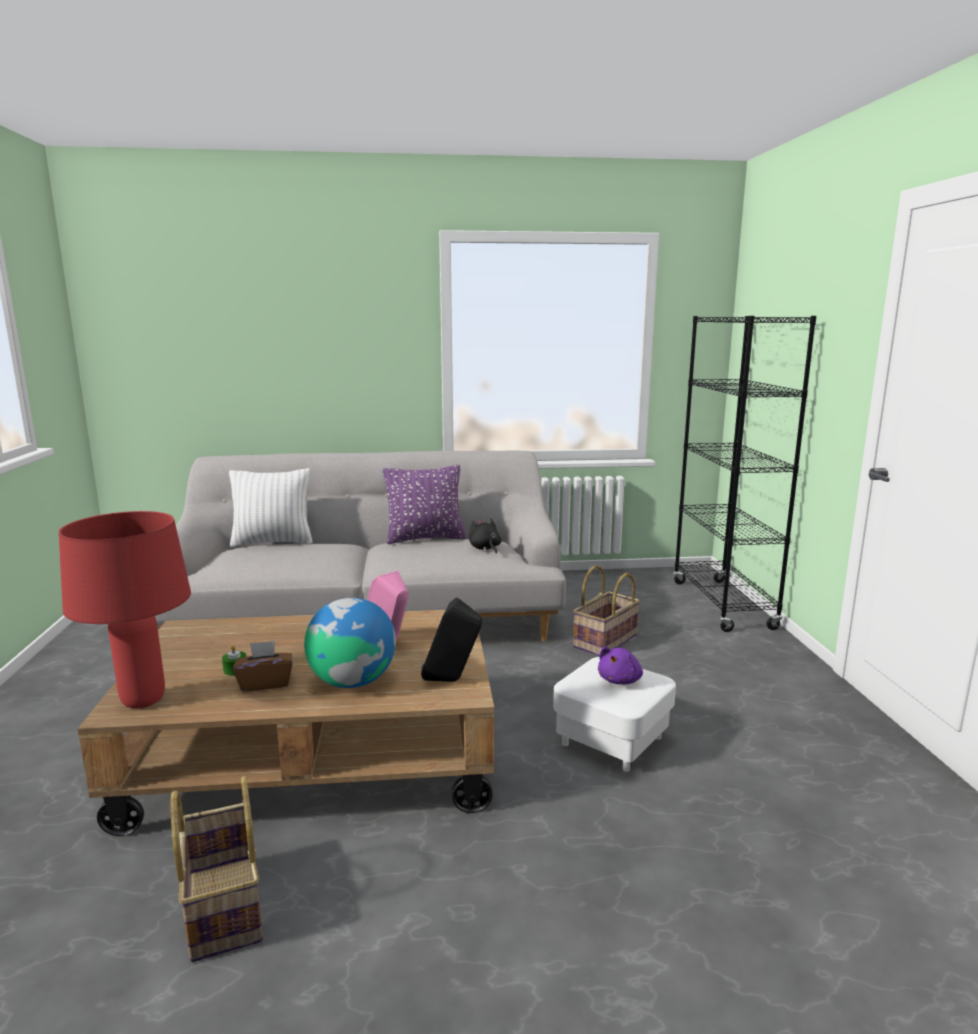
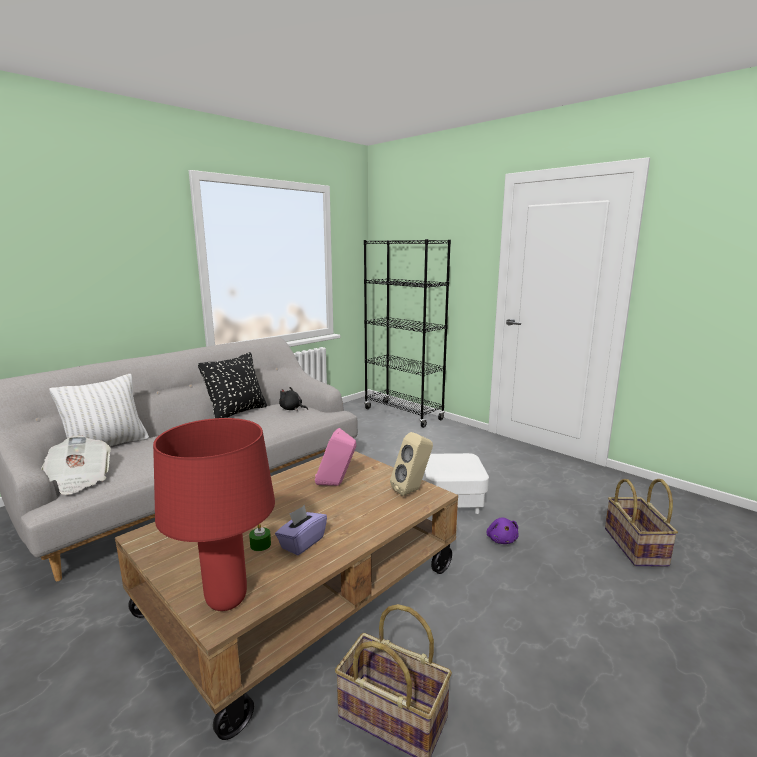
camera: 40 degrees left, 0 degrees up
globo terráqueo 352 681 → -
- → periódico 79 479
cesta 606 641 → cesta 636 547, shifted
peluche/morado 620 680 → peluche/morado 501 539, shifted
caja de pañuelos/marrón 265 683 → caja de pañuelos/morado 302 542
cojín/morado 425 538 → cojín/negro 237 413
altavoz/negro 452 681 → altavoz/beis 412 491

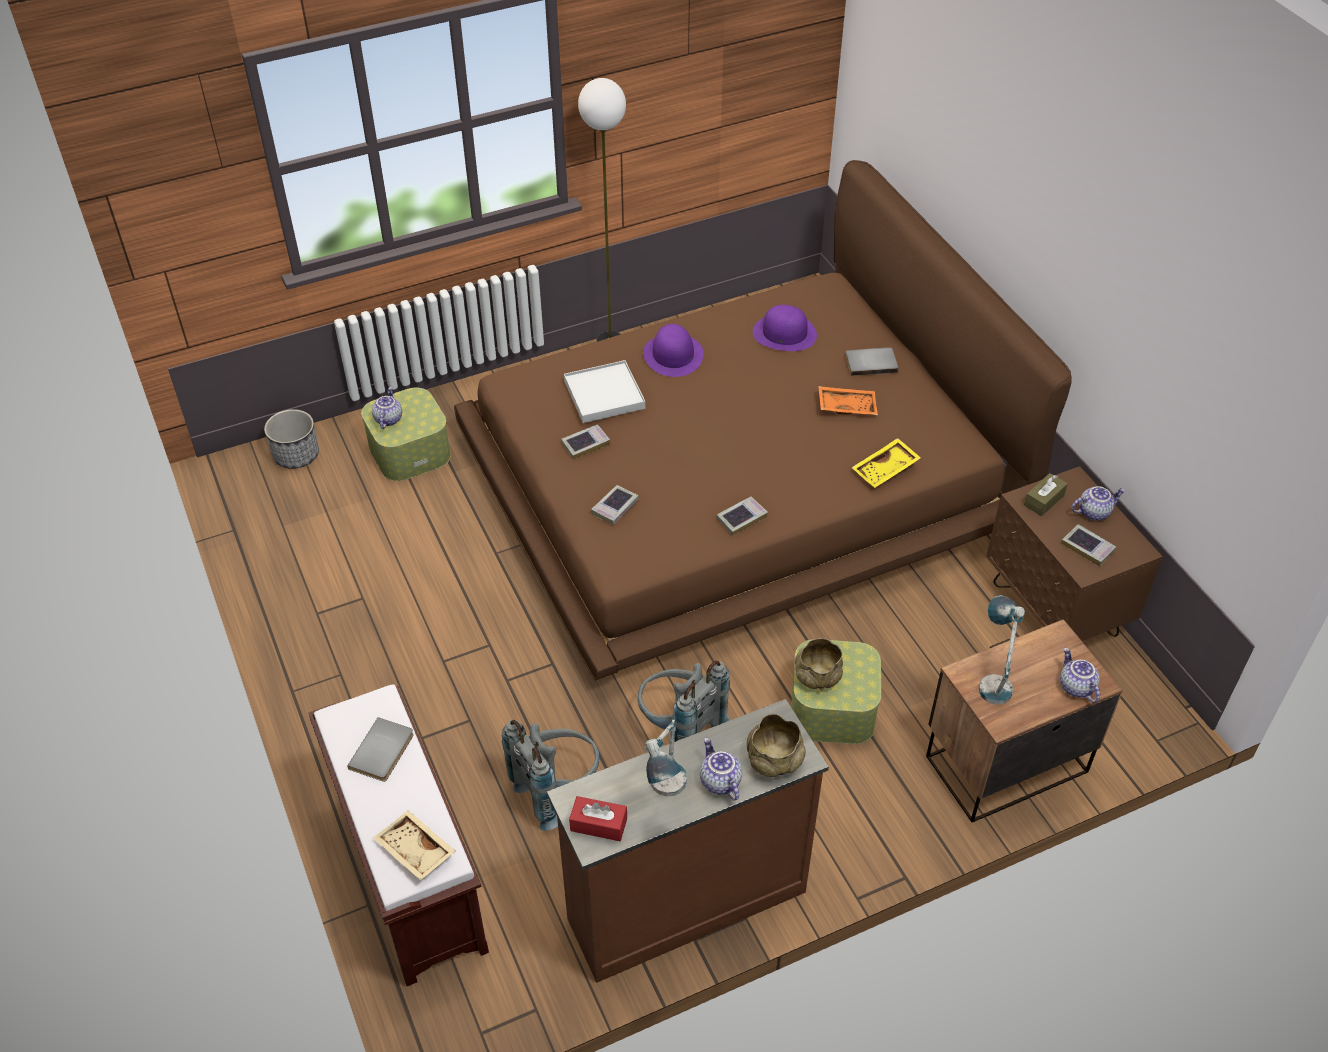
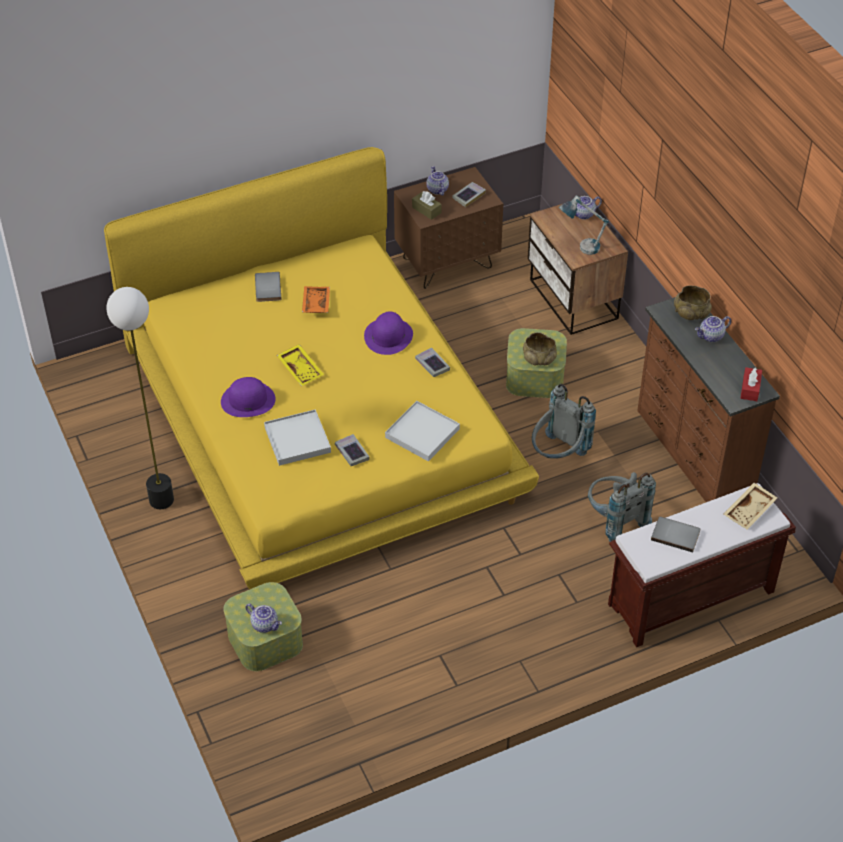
camera: 90 degrees left, 0 degrees up
maceta 296 455 → -
lámpara de mesa 666 794 → -
sombrero/morado 785 333 → sombrero/morado 388 336, shifted
bandeja/amarillo 886 470 → bandeja/amarillo 301 369, shifted
libro 615 507 → bandeja/blanco 422 433
cama/marrón 739 485 → cama/amarillo 320 418
tetera 388 419 → tetera 265 624, 150 degrees counterclockwise

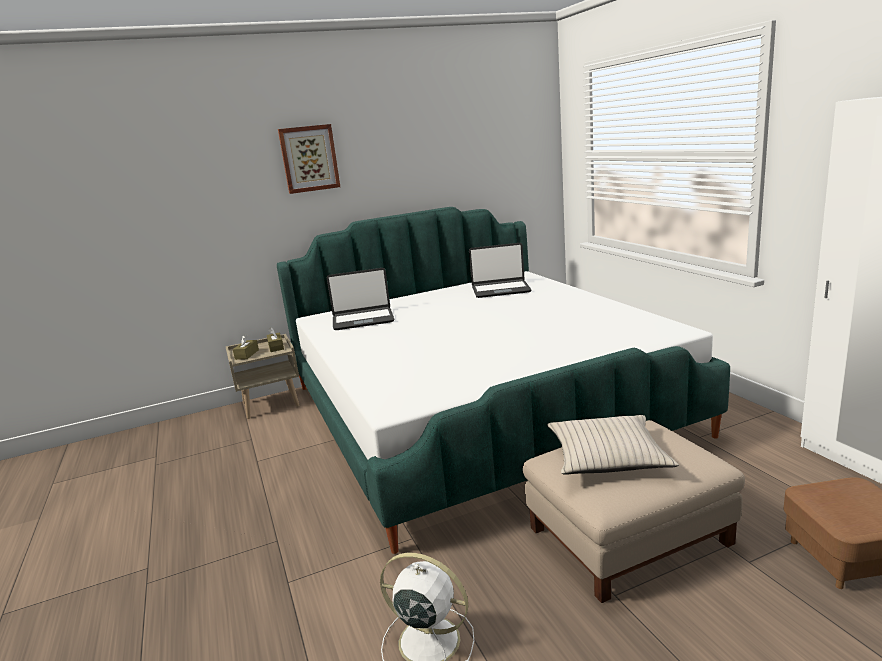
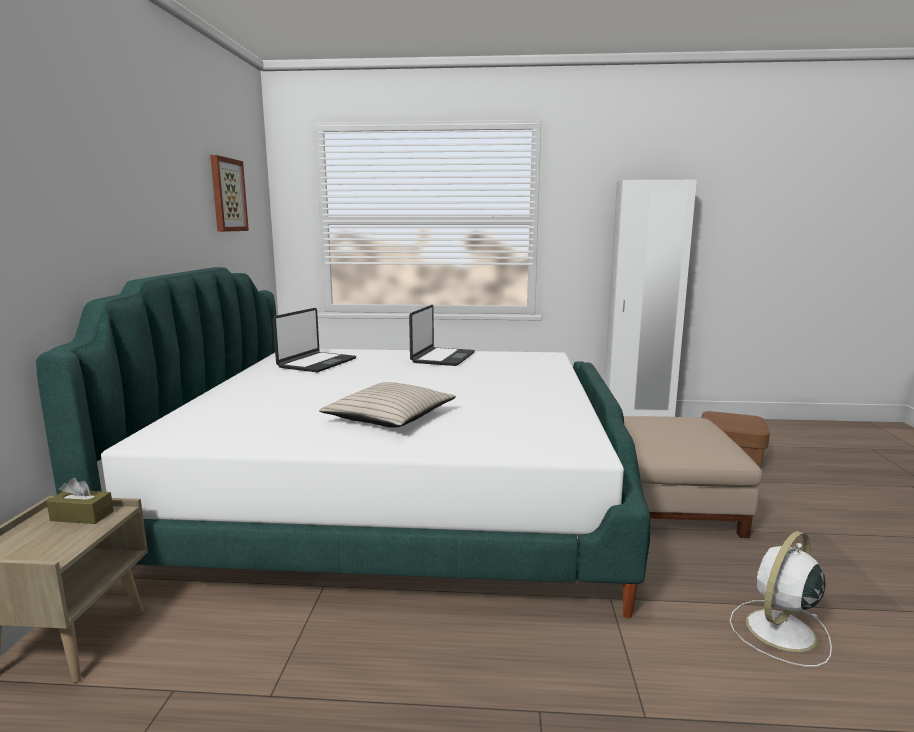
camera: 65 degrees left, 5 degrees down
caja de pañuelos/marrón 247 354 → -
cuadro 309 158 → cuadro 227 195, shifted
portátil 363 320 → portátil 442 358, shifted
cojín/beis 607 456 → cojín/beis 389 417, shifted

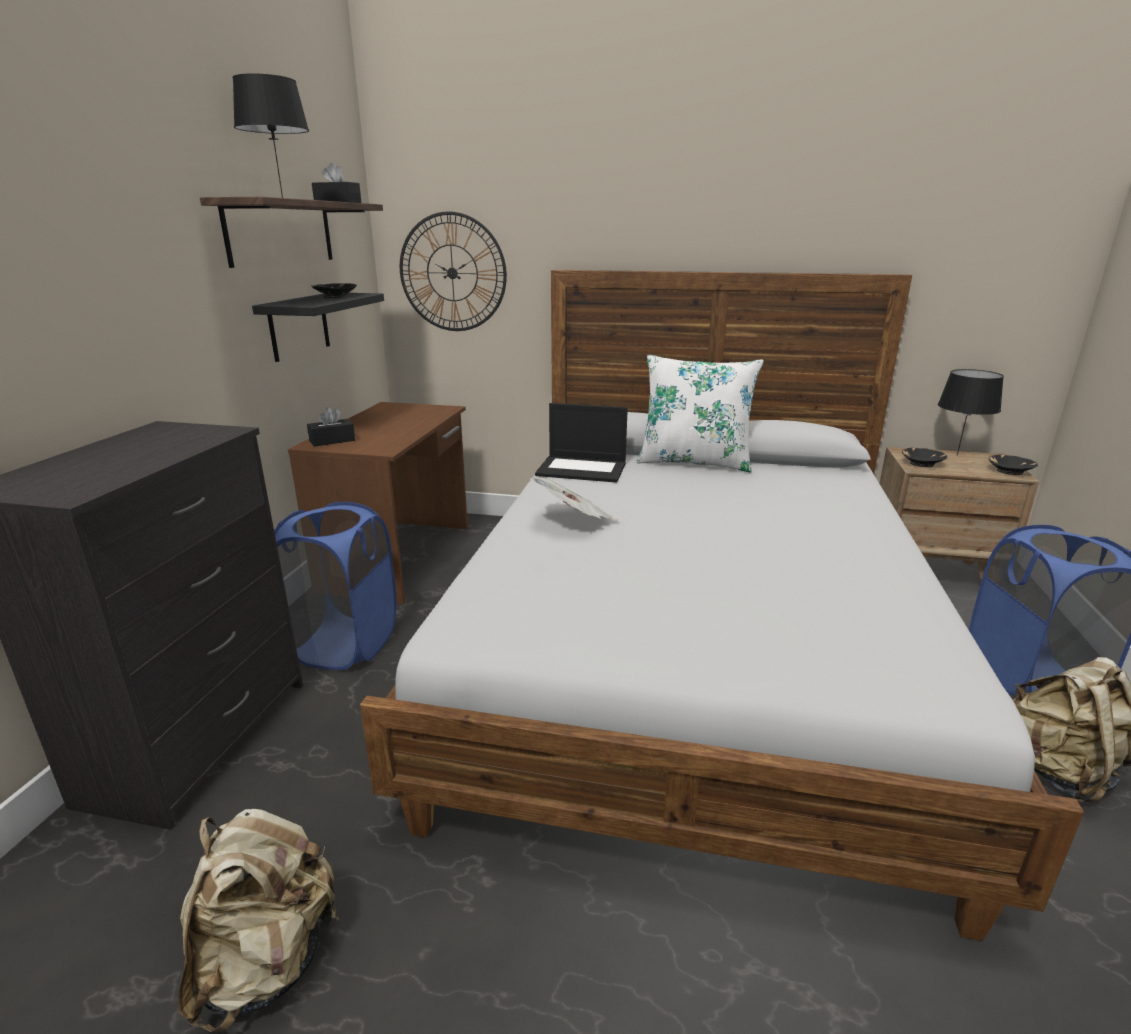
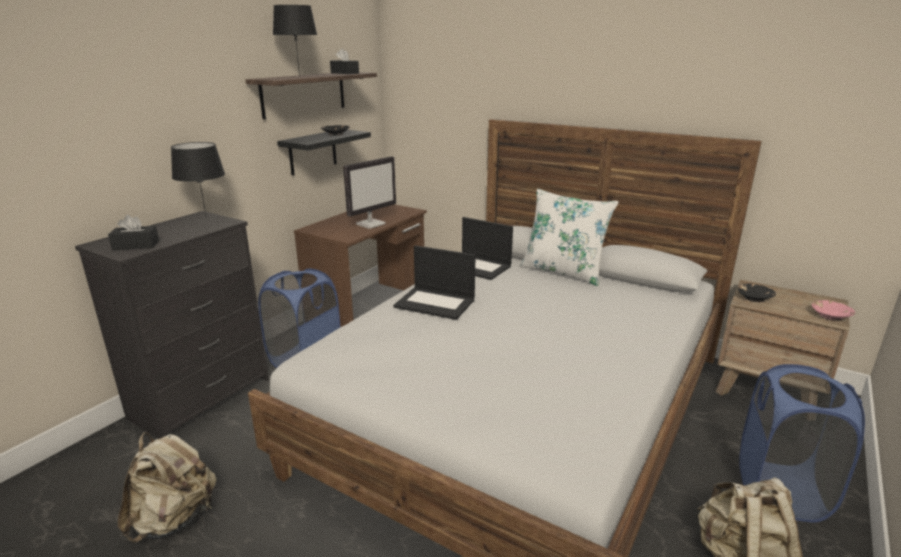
camera: 20 degrees right, 0 degrees up
reloj de pared 452 273 → -
- → monitor 371 224
caja de pañuelos/negro 332 440 → caja de pañuelos/negro 136 245, shifted
lámpara de mesa/negro 956 455 → lámpara de mesa/negro 206 218, shifted
periódico 574 520 → portátil 436 303
cuenco/negro 1009 471 → cuenco/rosa 830 316

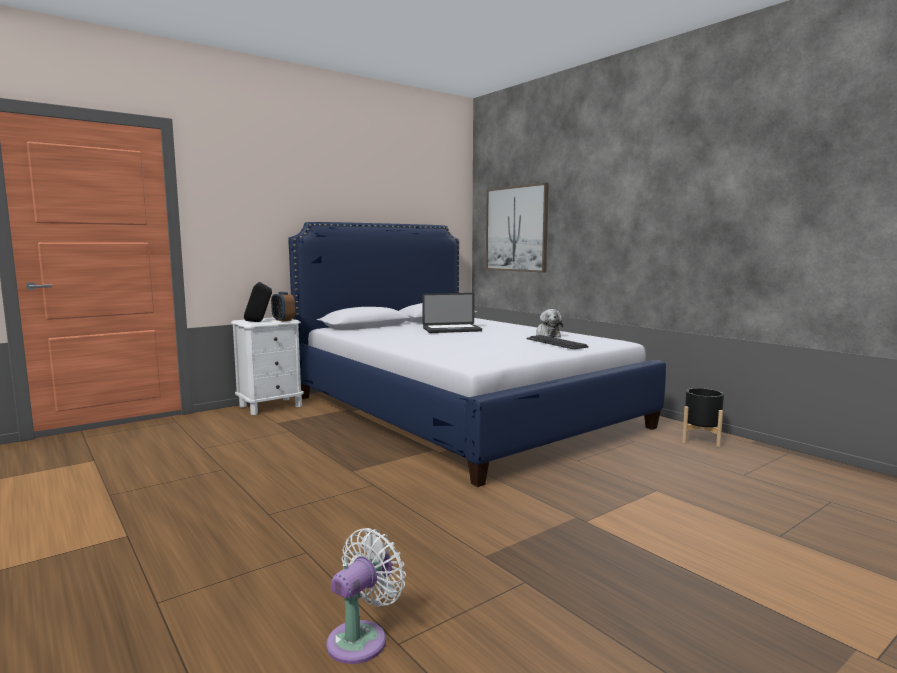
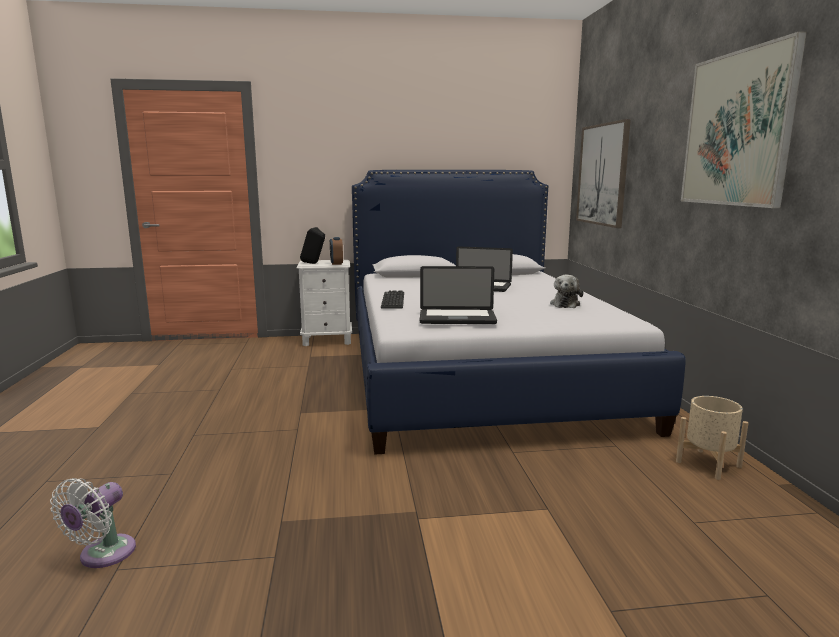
camera: 30 degrees right, 5 degrees up
- → portátil 457 318
- → cuadro 737 129
teclado 556 343 → teclado 393 300, shifted
maceta/negro 701 440 → maceta/beis 708 464
ventilador/blanco 361 639 → ventilador/blanco 103 555, 135 degrees clockwise

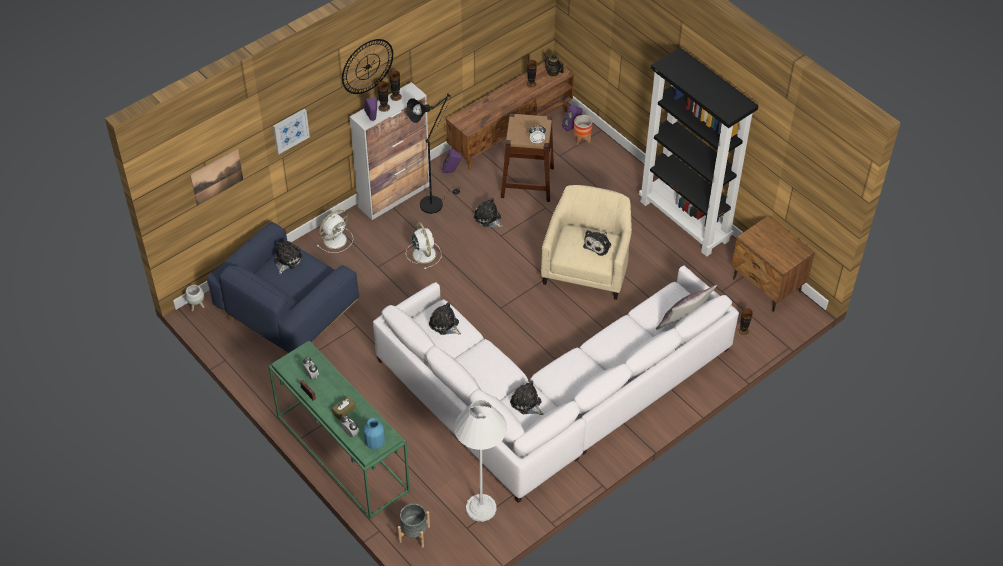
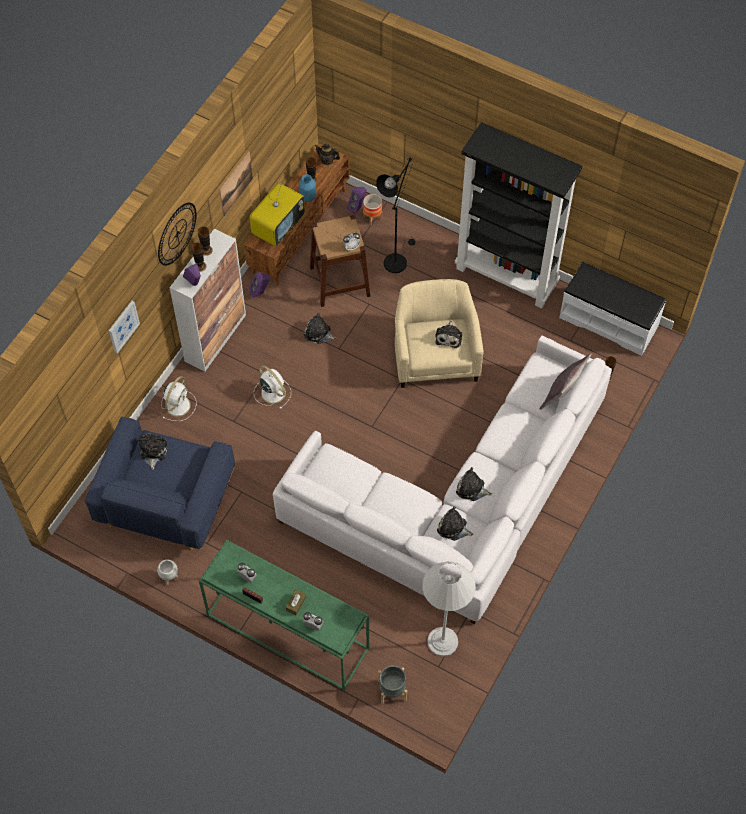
camera: 20 degrees left, 10 degrees up
- → televisor 278 227
maceta/blanco 196 306 → maceta/blanco 169 578, shifted
cuadro 216 176 → cuadro 235 183, shifted
florero/azul 374 443 → florero/azul 307 197, shifted
lámpara de pie/negro 434 202 → lámpara de pie/negro 397 259, shifted
peluche 445 325 → peluche 472 489, shifted
mesita de noche/marrón 766 286 → banco/blanco 609 321

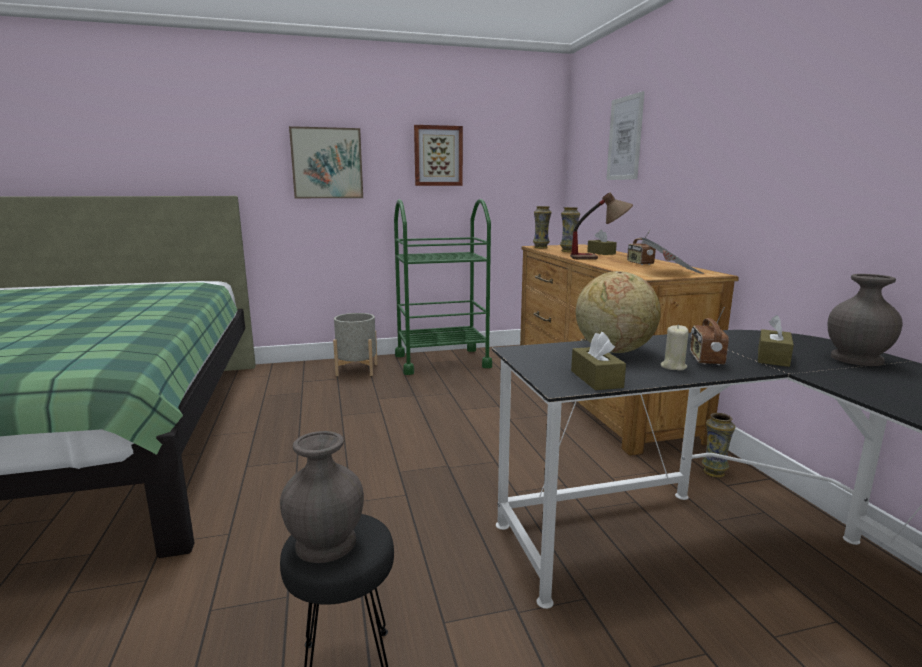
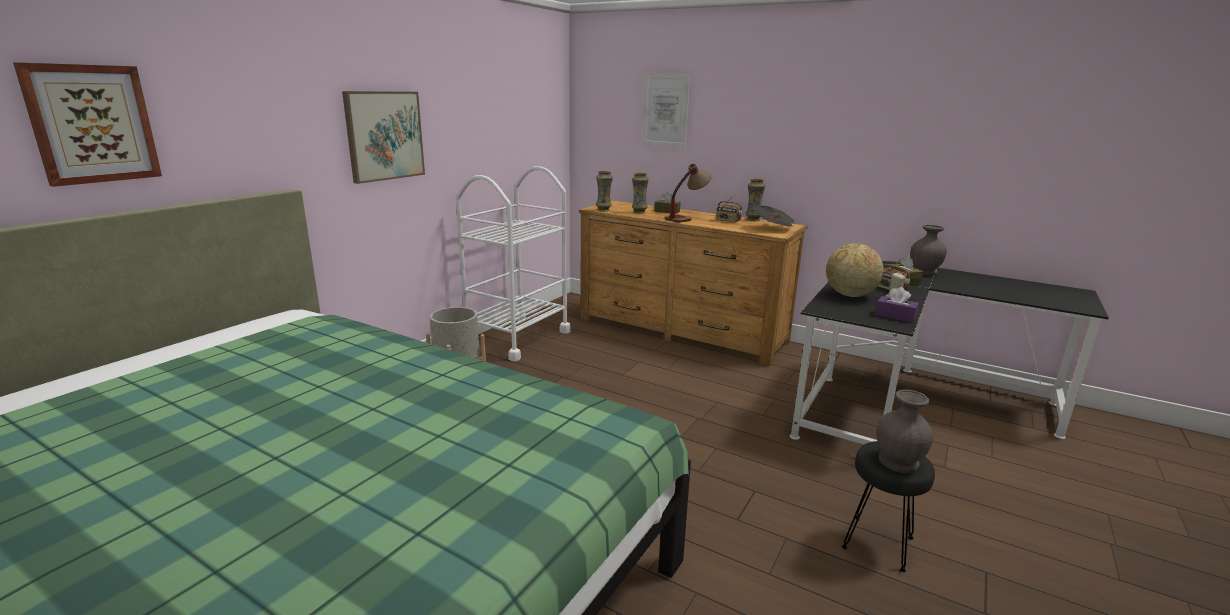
camera: 45 degrees left, 5 degrees up
cuadro 438 156 → cuadro 92 124, shifted
florero 714 472 → florero 753 219, shifted
carrito/verde 442 361 → carrito/blanco 517 338
caja de pañuelos/marrón 596 379 → caja de pañuelos/morado 895 316

